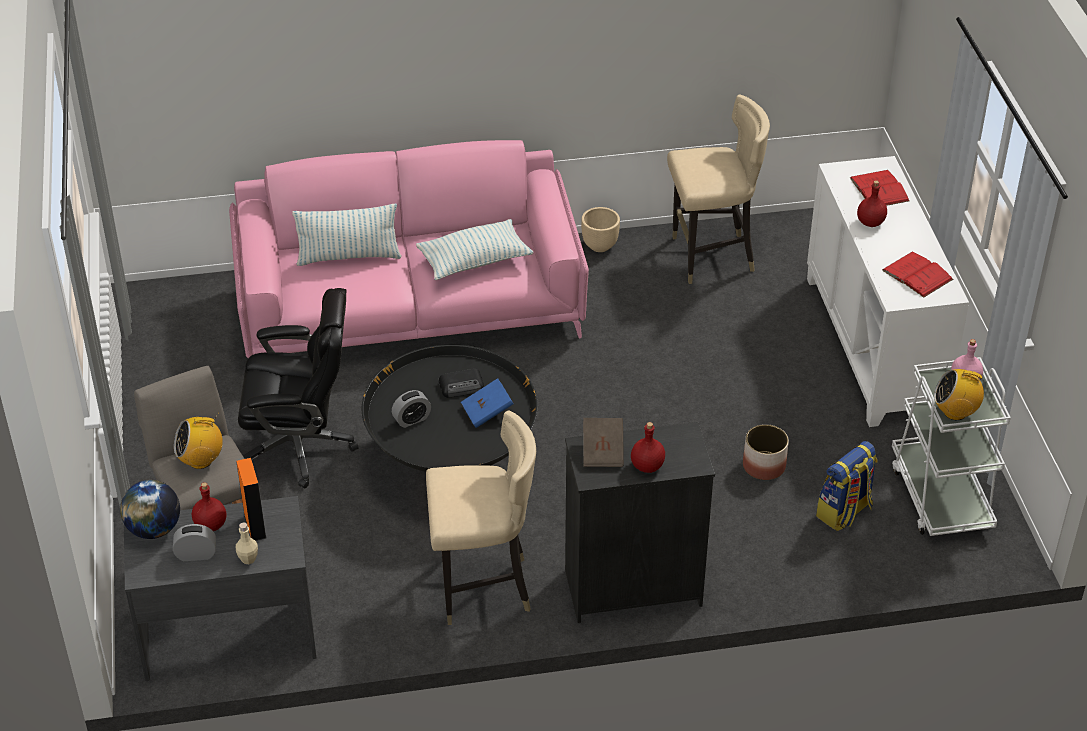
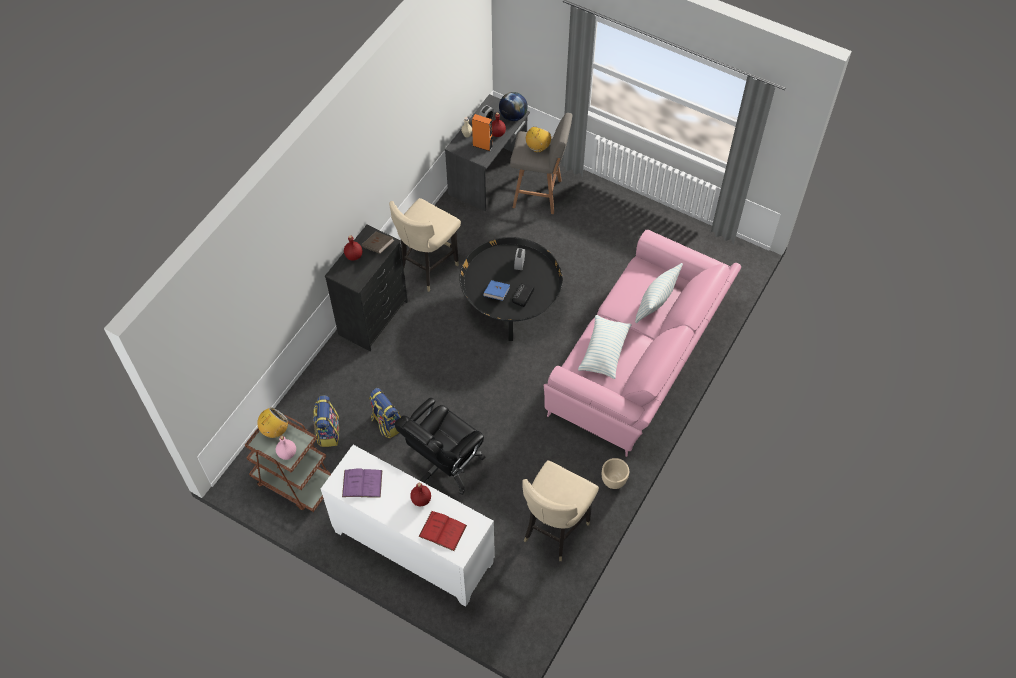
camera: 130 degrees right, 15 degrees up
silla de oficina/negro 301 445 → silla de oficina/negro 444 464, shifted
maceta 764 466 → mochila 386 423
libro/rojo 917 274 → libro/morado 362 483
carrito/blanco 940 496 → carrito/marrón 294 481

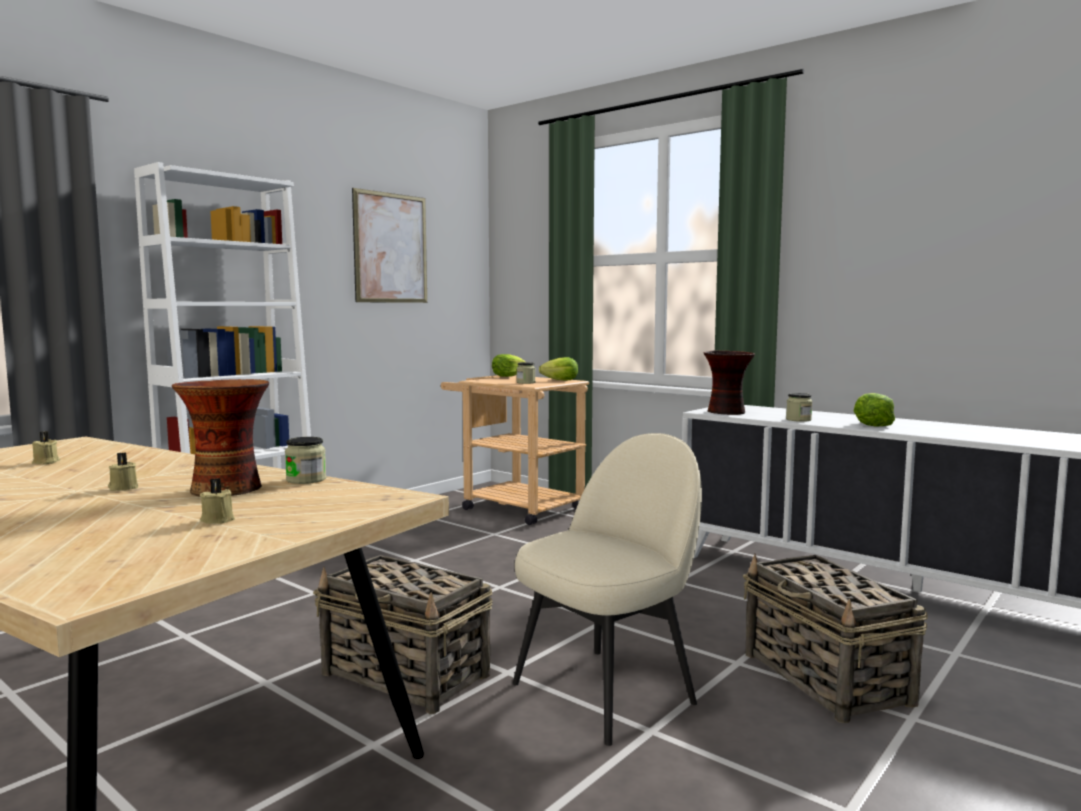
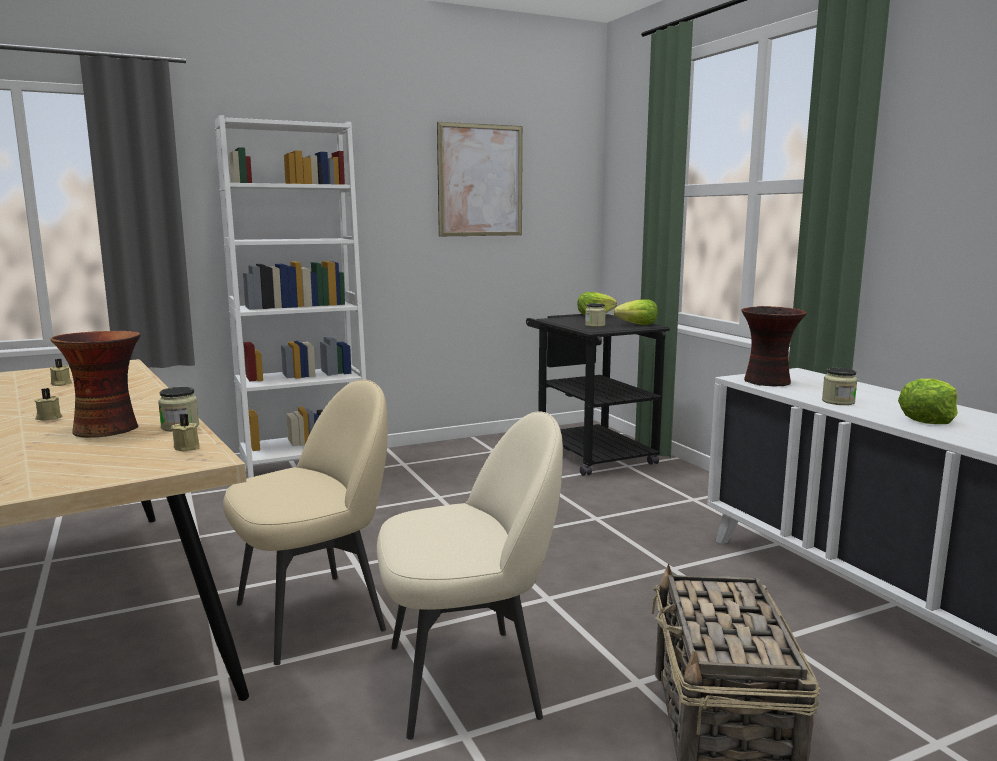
camera: 25 degrees right, 5 degrees up
vela/beis 218 520 → vela/beis 187 447, shifted
cesta 406 675 → silla/beis 314 615
carrito/beis 514 507 → carrito/negro 589 453

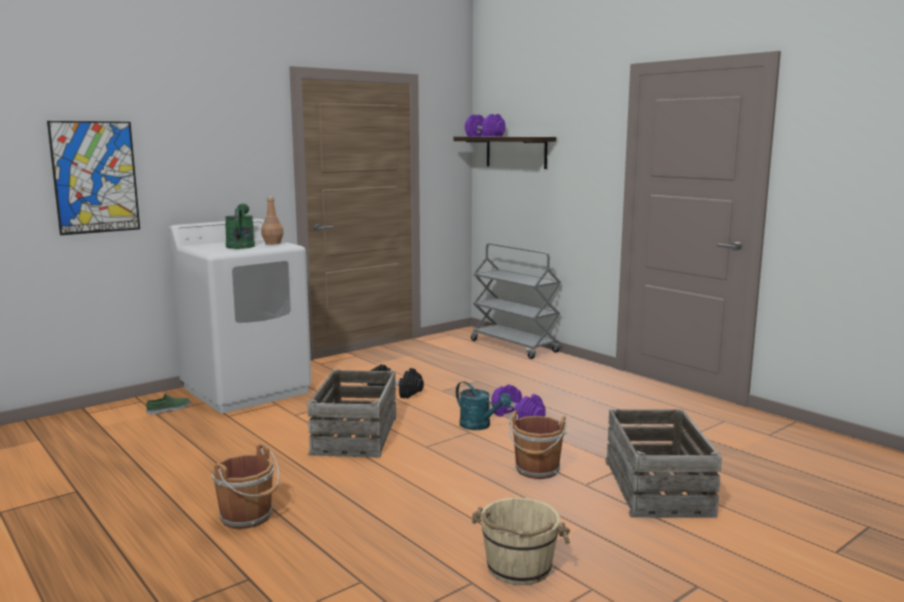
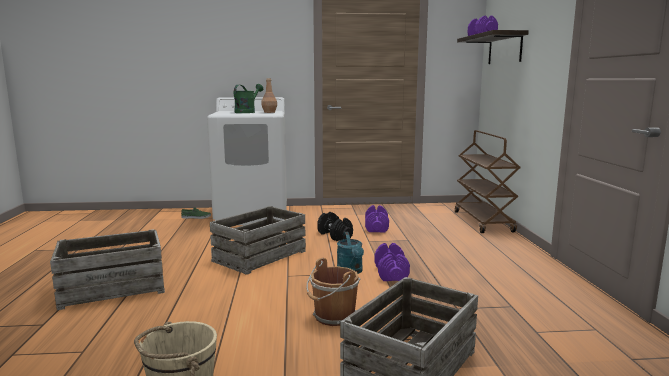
camera: 35 degrees right, 0 degrees up
cuadro 95 177 → -
- → mancuerna/morado 376 228
cubo/marrón 248 517 → caja de embalaje 113 288
carrito/gris 515 346 → carrito/marrón 483 222

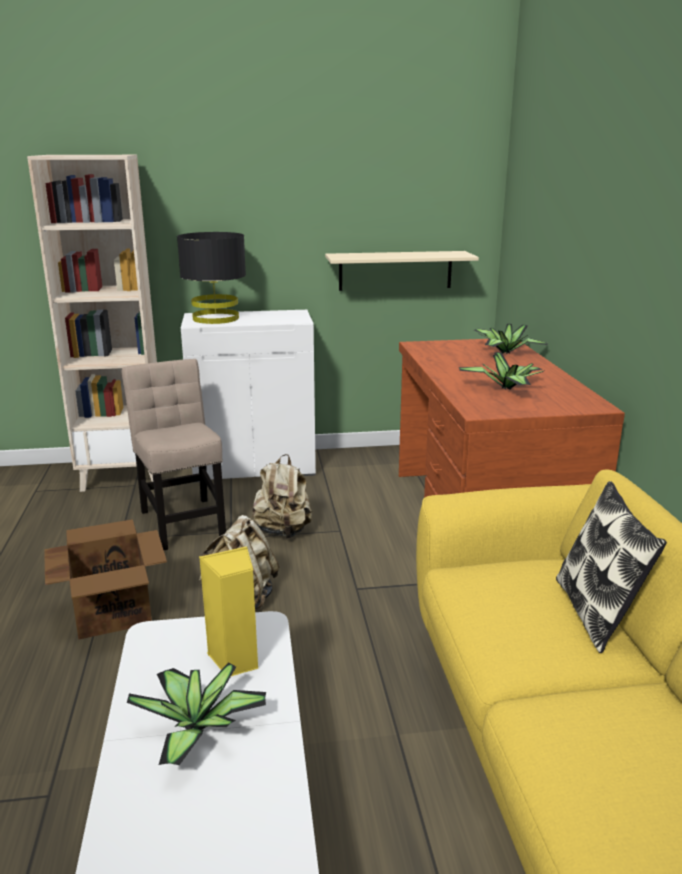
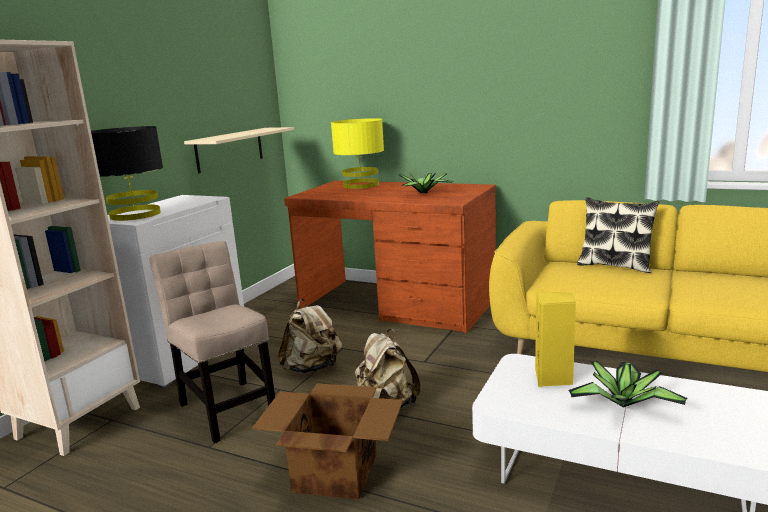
camera: 55 degrees left, 5 degrees down
planta en maceta 505 353 → lámpara de mesa/amarillo 360 185
silla/beis 182 521 → silla/beis 226 408, 45 degrees clockwise

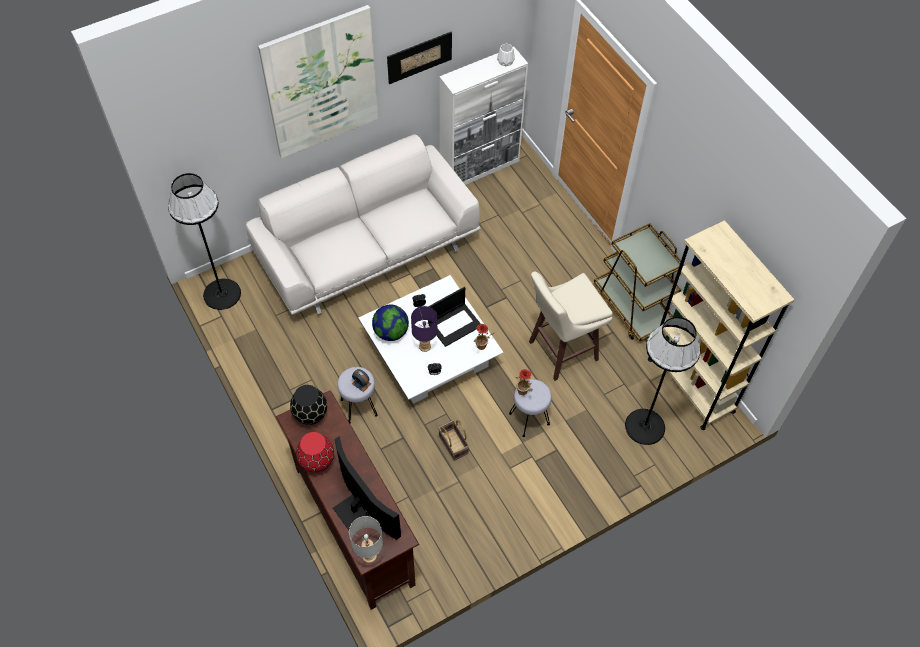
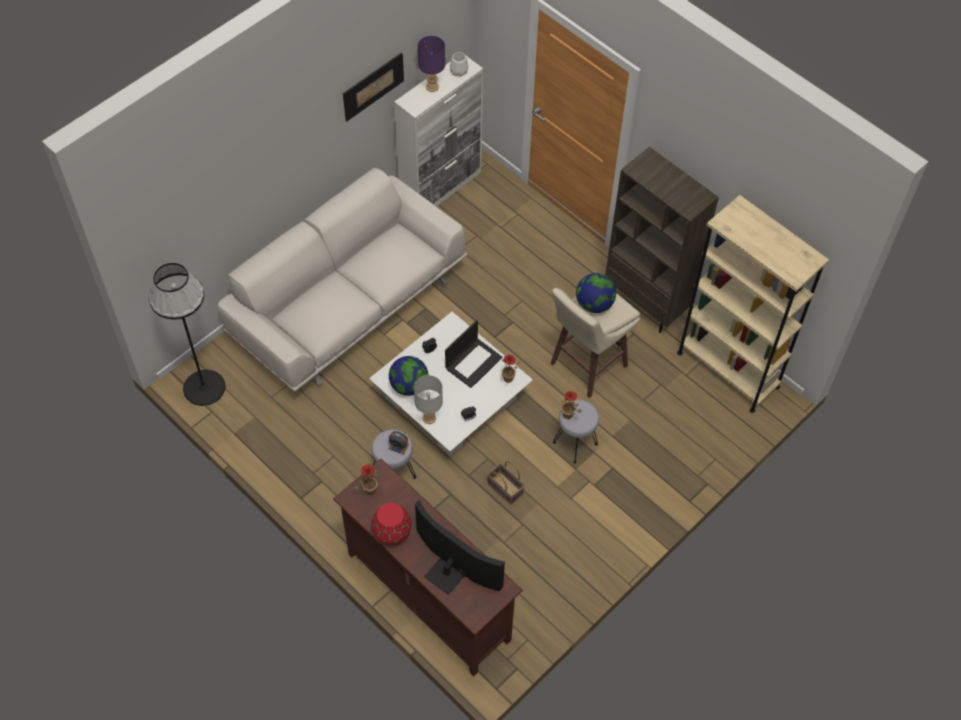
camera: 15 degrees left, 0 degrees up
cuadro 321 83 → -
lámpara de pie/negro 644 426 → -
- → globo terráqueo 594 304
lámpara de mesa/gris 369 556 → lámpara de mesa/gris 429 419, shifted
lámpara de mesa/morado 425 347 → lámpara de mesa/morado 432 87, shifted
florero/negro 311 414 → planta en maceta 369 488
carrito/marrón 633 307 → estantería/marrón 646 303

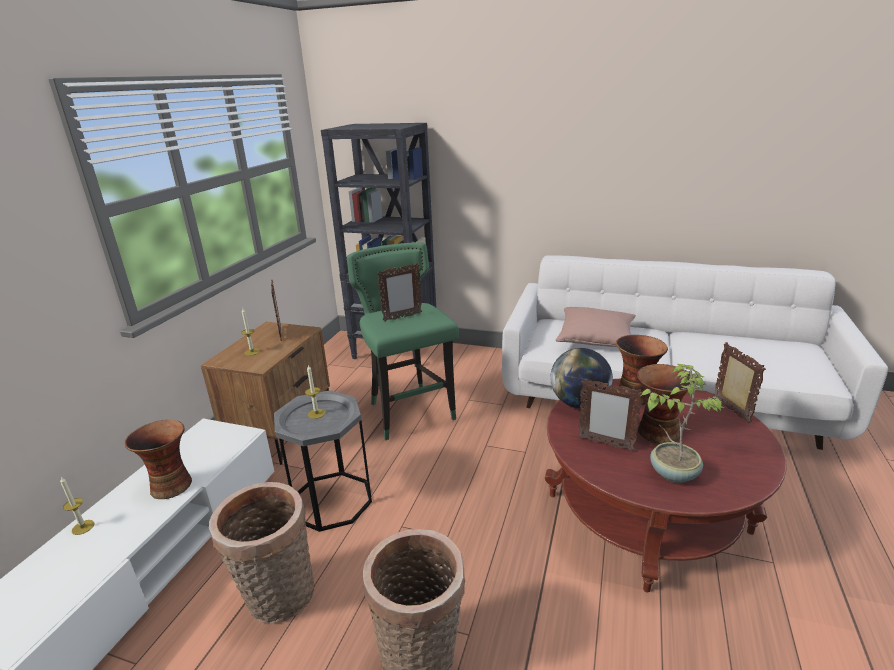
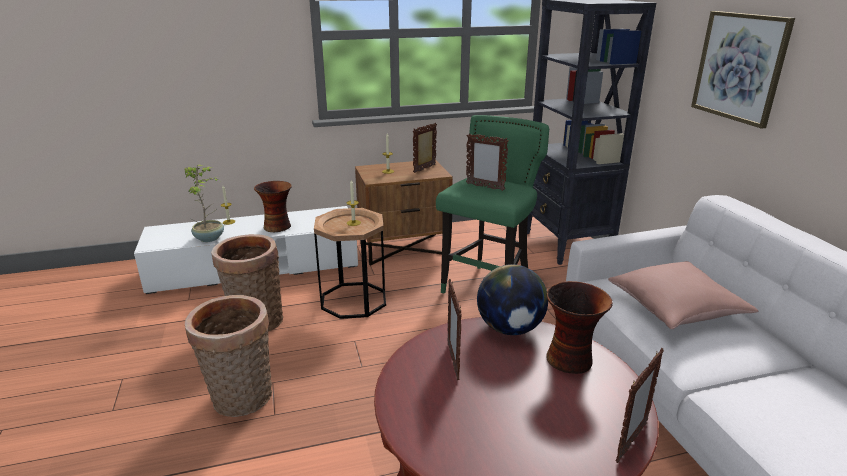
camera: 55 degrees right, 0 degrees up
florero 656 432 → -
- → cuadro 739 67
planta en maceta 673 472 → planta en maceta 210 238, shifted
mesa auxiliar/gris 331 500 → mesa auxiliar/marrón 353 300

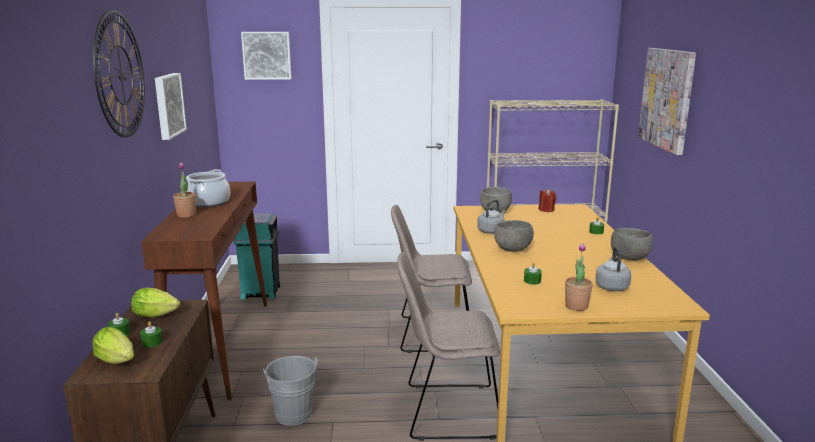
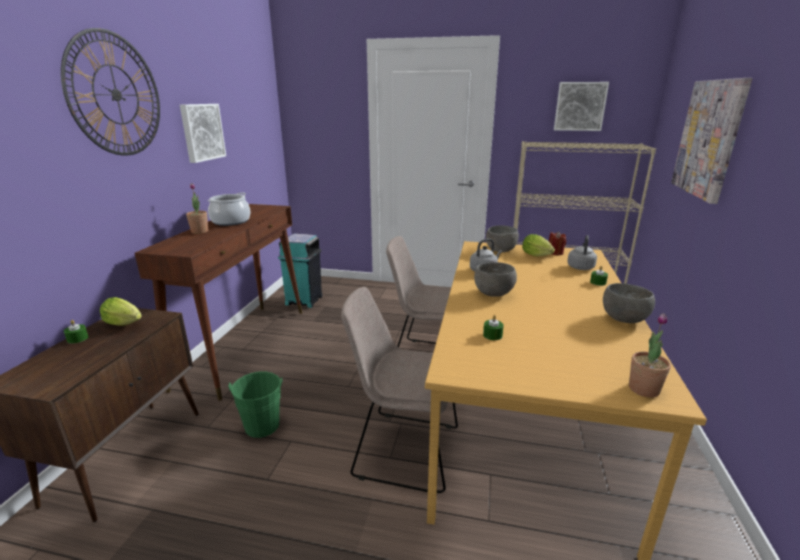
camera: 15 degrees right, 5 degrees up
vela/verde 152 342 → -
lechuga 118 362 → lechuga 537 256, shifted
cuadro 267 55 → cuadro 580 106, shifted
planta en maceta 576 306 → planta en maceta 643 389, shifted
hervidor/gris 611 286 → hervidor/gris 580 267, shifted
cubo/gris 292 412 → cubo/verde 262 423

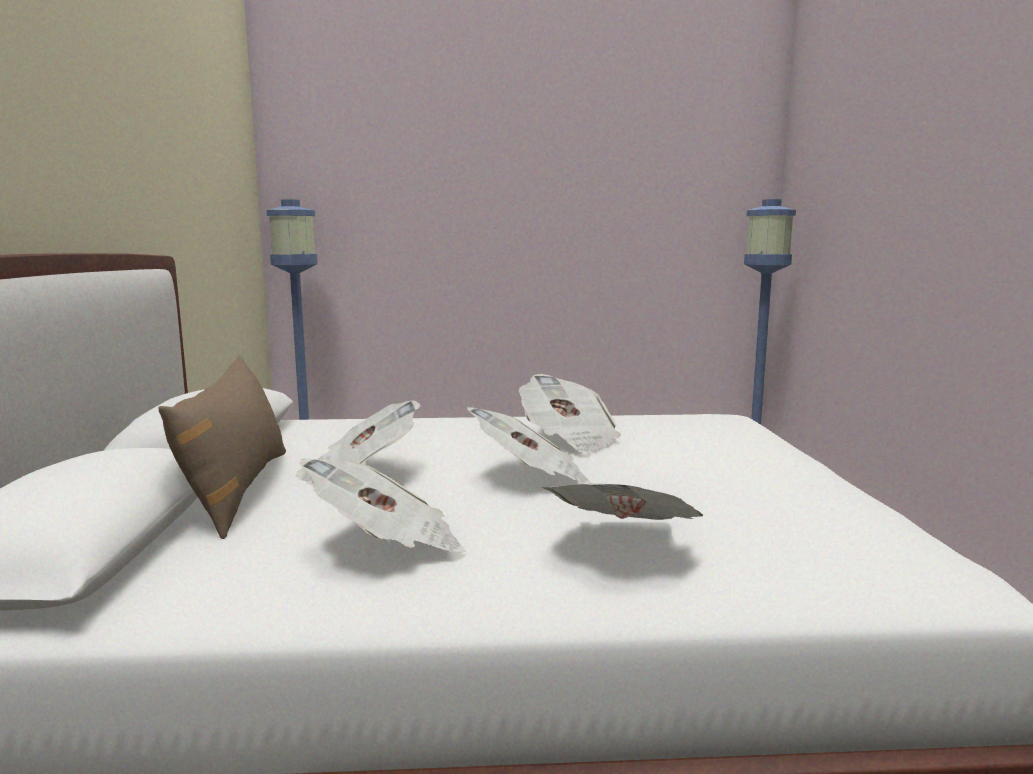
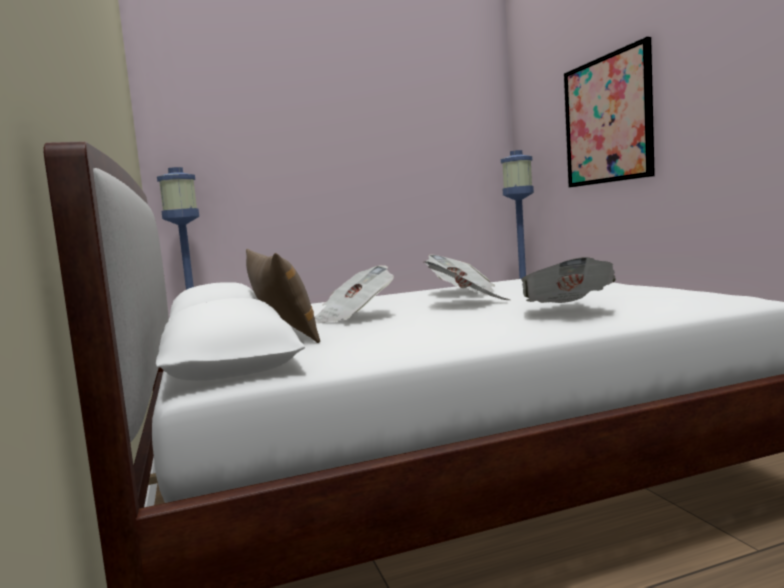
camera: 15 degrees left, 5 degrees down
periódico 388 544 → -
- → cuadro 607 120

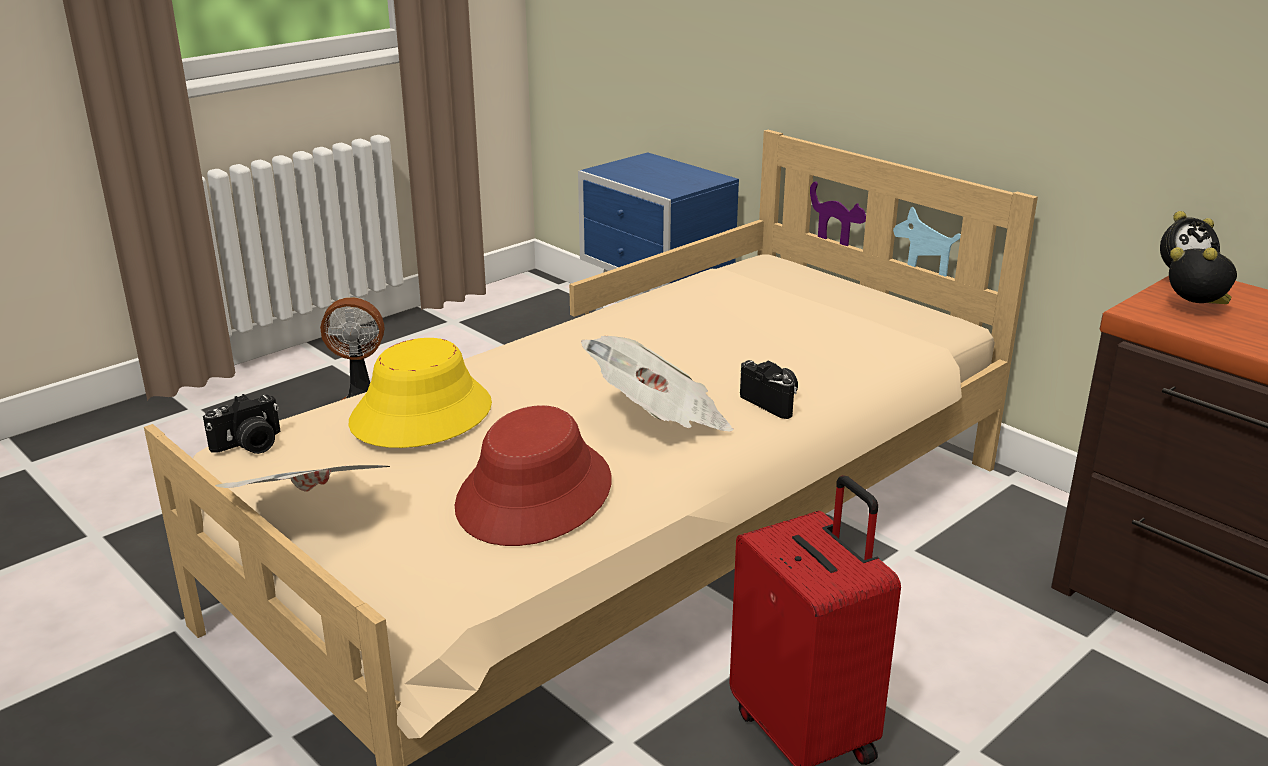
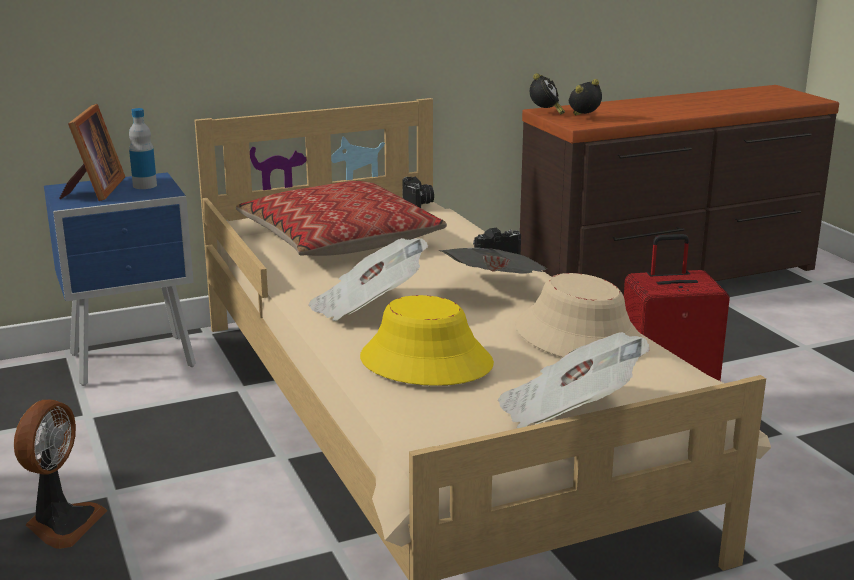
camera: 70 degrees left, 5 degrees down
- → portarretratos 94 190
- → botella 145 185
- → cojín 340 239
- → periódico 367 308
cámara 249 445 → cámara 418 204, shifted
sombrero/rojo 535 494 → sombrero/beis 579 337

